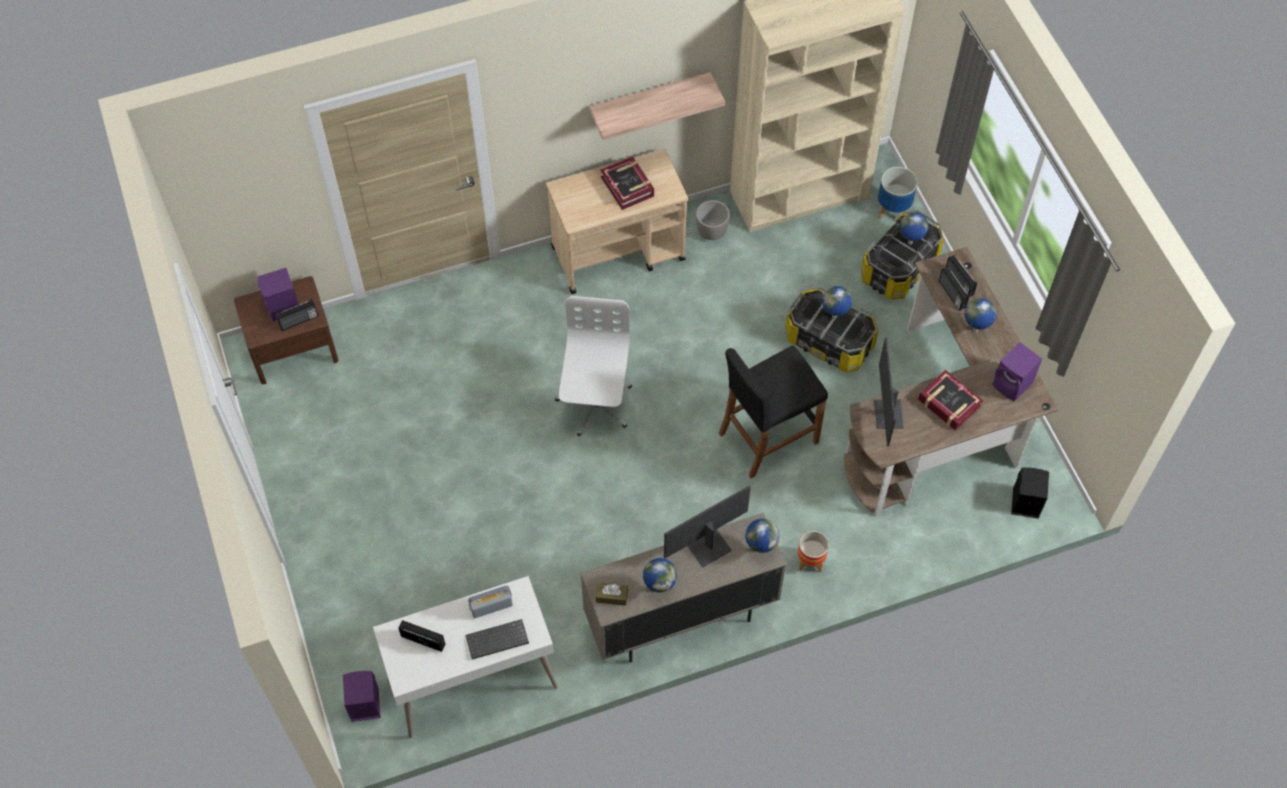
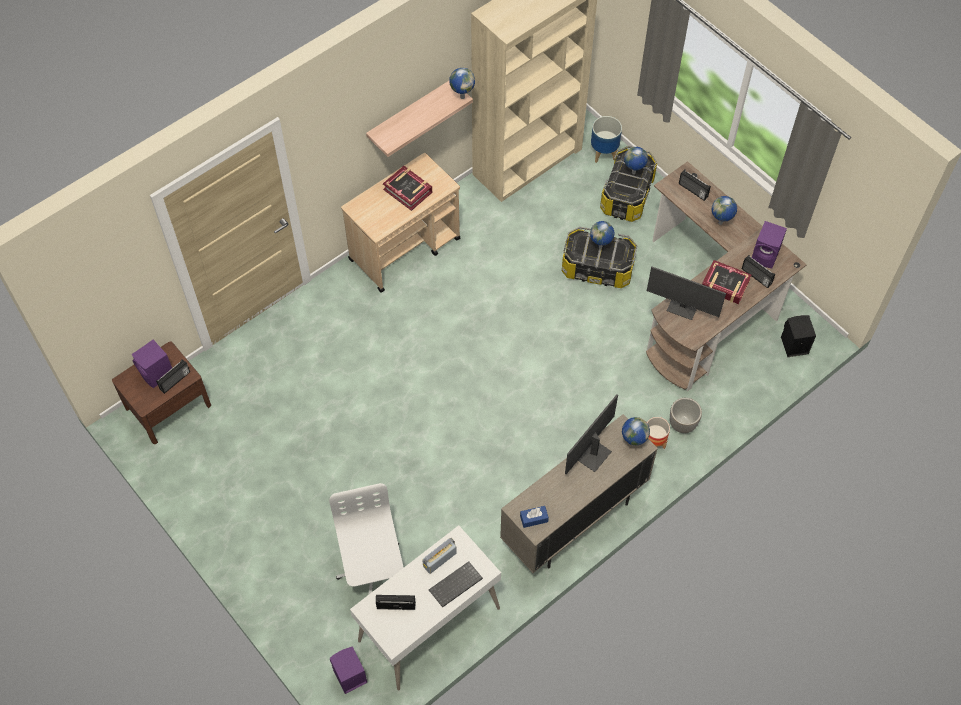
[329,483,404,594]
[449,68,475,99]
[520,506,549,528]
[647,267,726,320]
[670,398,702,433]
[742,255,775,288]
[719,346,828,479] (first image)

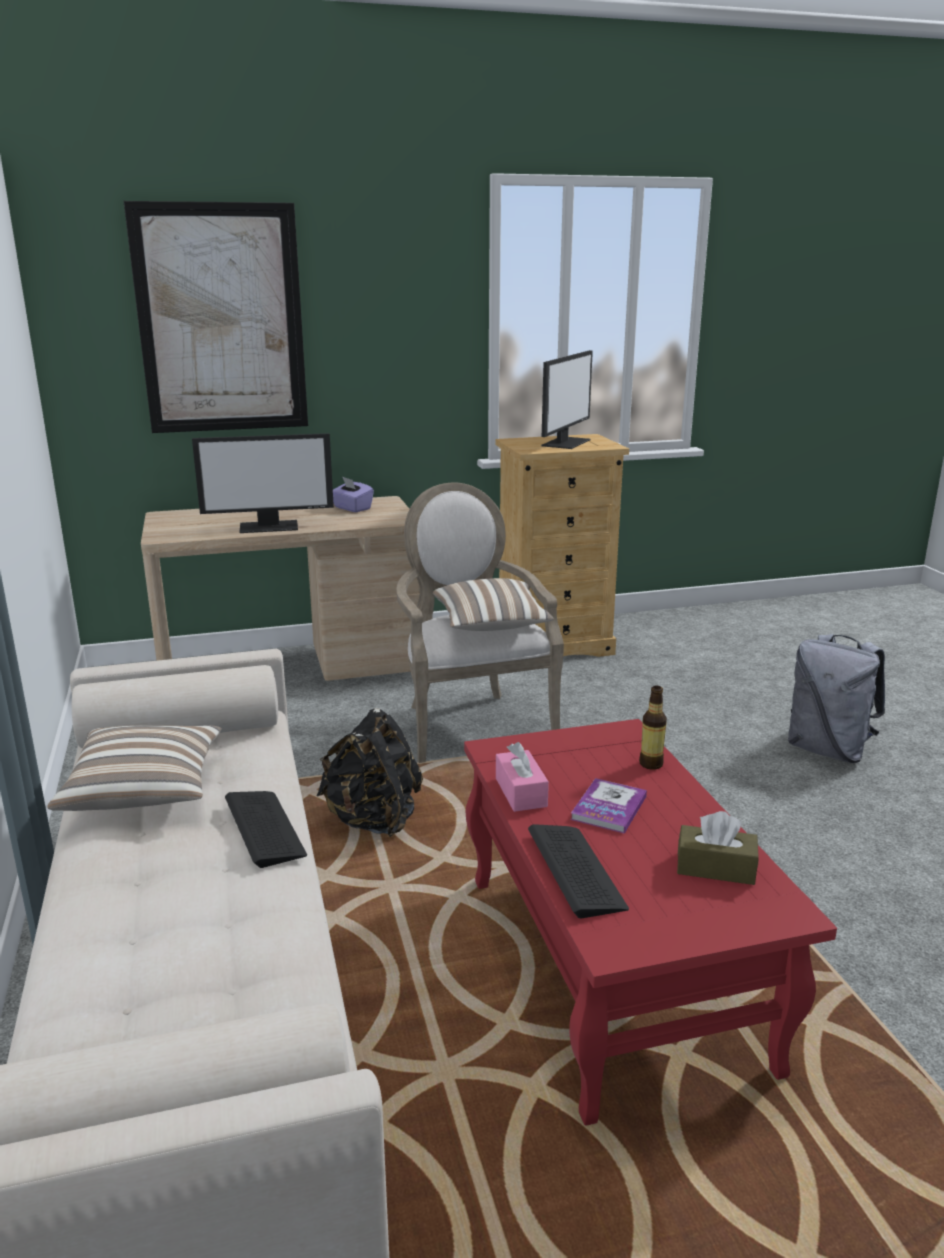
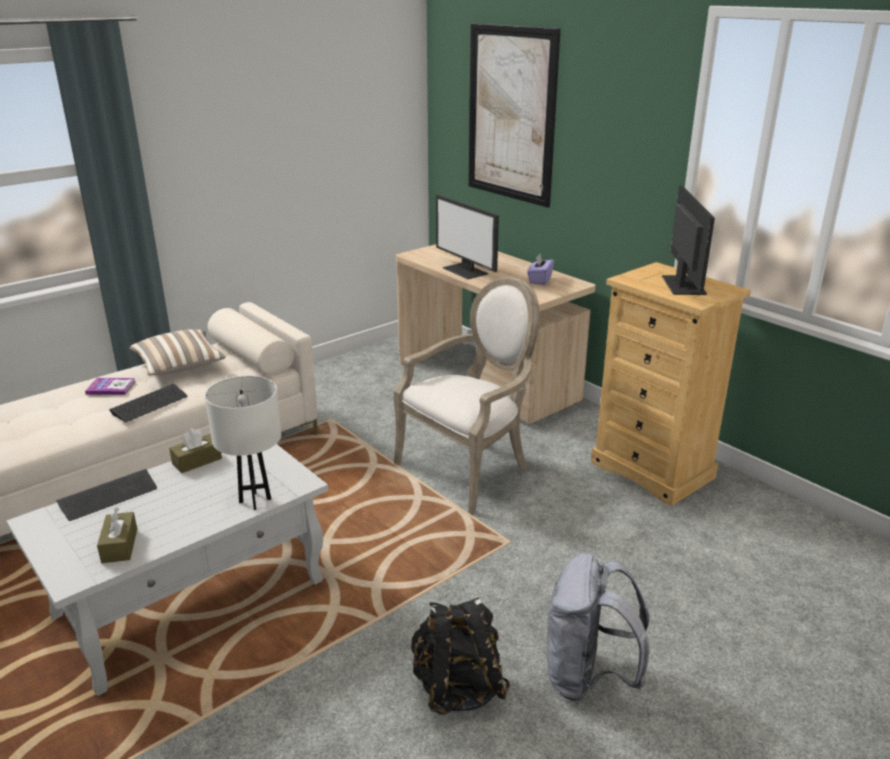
[7,444,328,696]
[85,378,136,395]
[169,428,222,473]
[205,376,281,510]
[411,597,510,714]
[662,186,715,295]
[433,578,554,631] (first image)

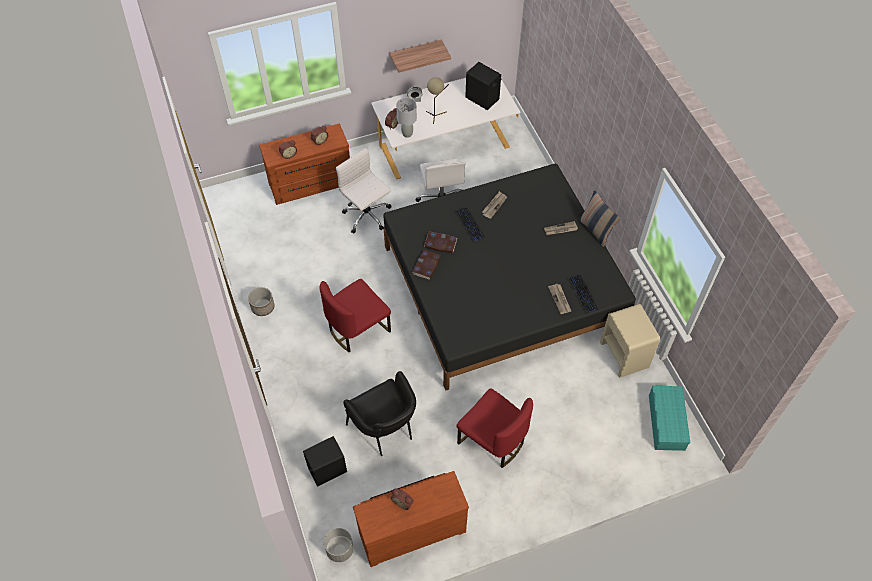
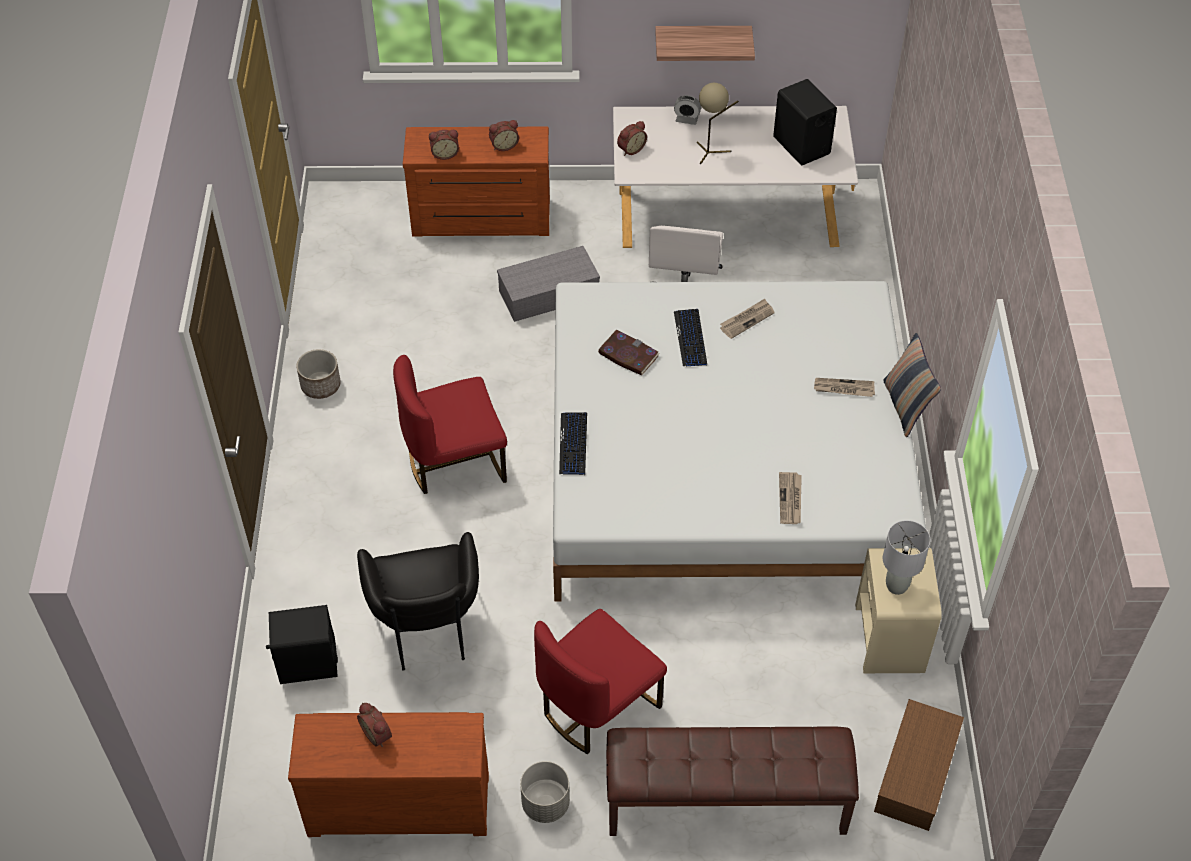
[497,246,600,322]
[520,761,570,823]
[534,609,667,754]
[553,281,926,602]
[559,412,587,475]
[606,726,859,836]
[874,699,964,831]
[883,520,930,595]
[413,250,441,280] (first image)

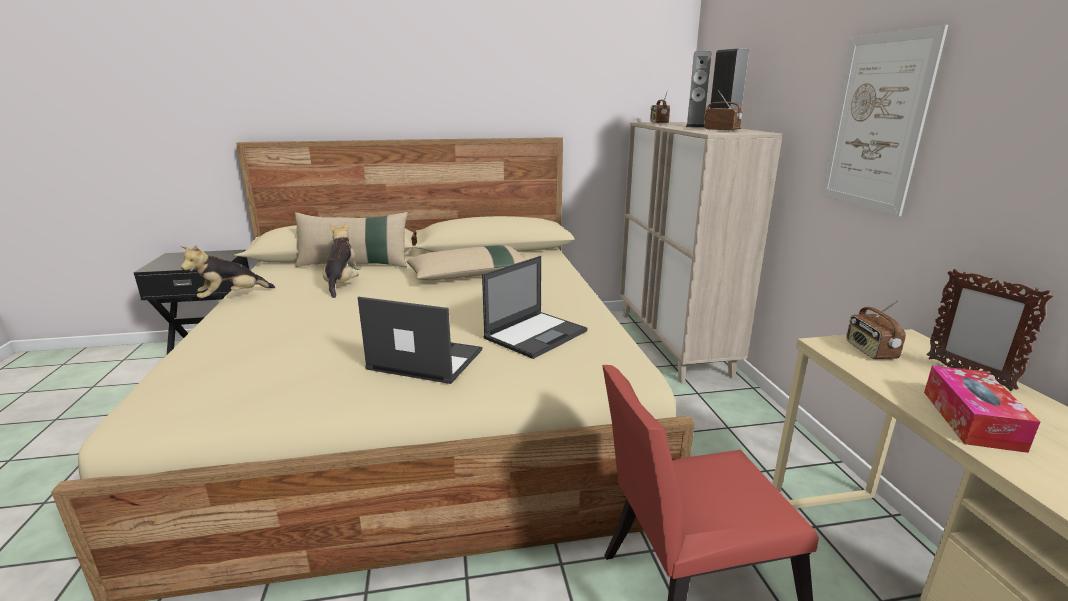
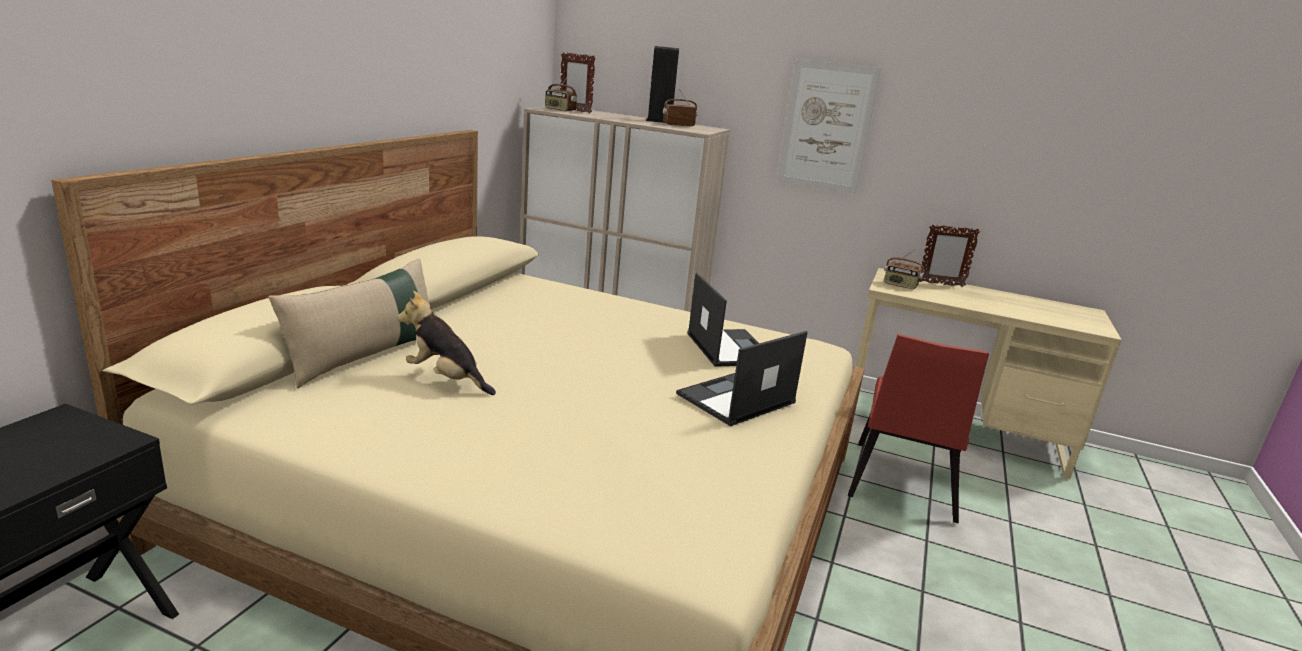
[560,52,596,114]
[181,245,275,298] (first image)
[406,245,527,280] (first image)
[686,51,711,128] (first image)
[924,366,1040,453] (first image)

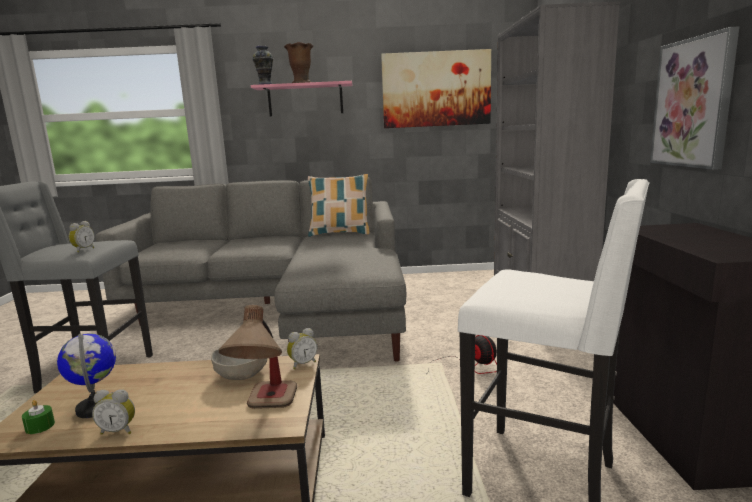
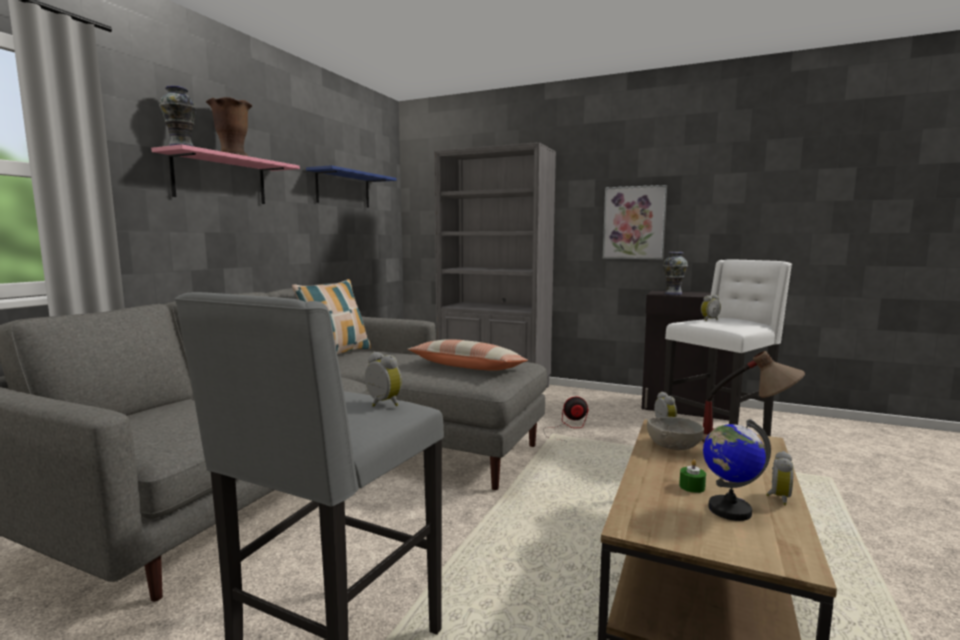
[306,165,397,208]
[408,339,528,371]
[663,252,688,295]
[679,460,706,493]
[701,295,721,321]

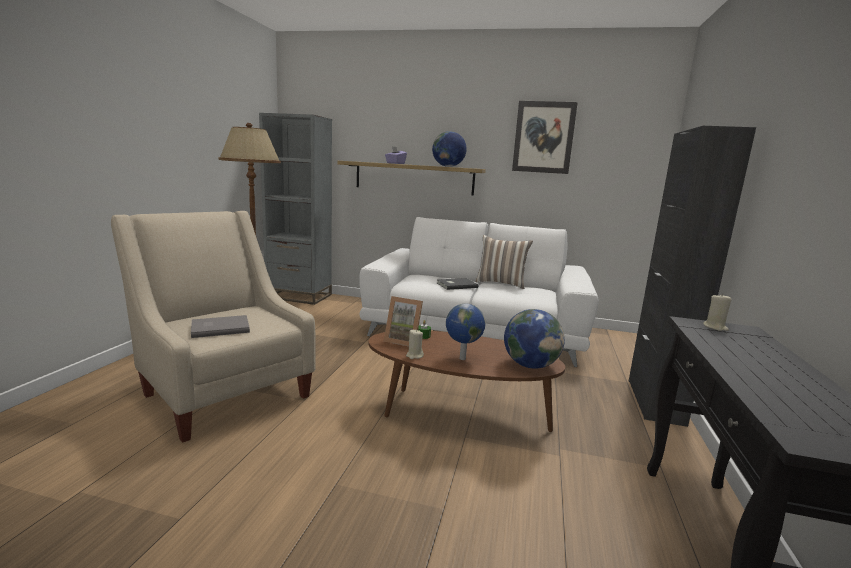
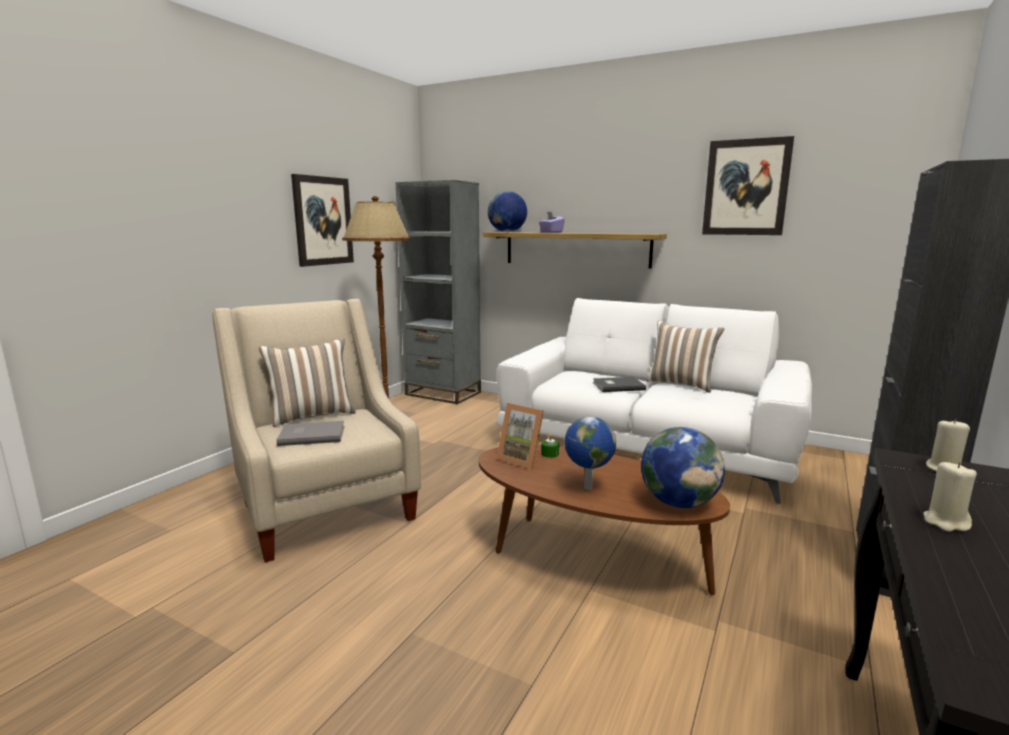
[259,338,356,427]
[291,174,354,267]
[488,191,527,232]
[923,462,977,532]

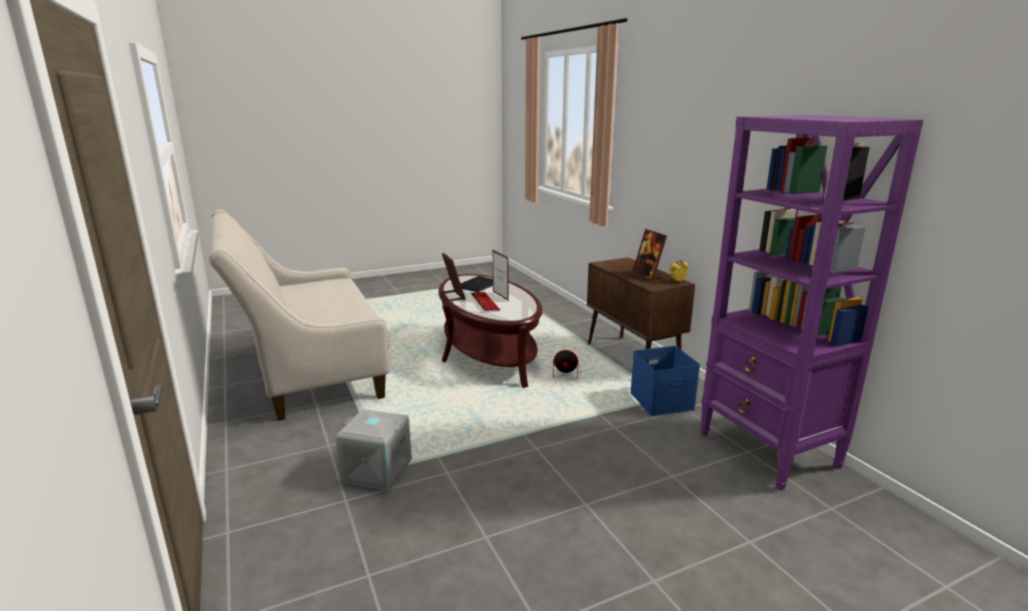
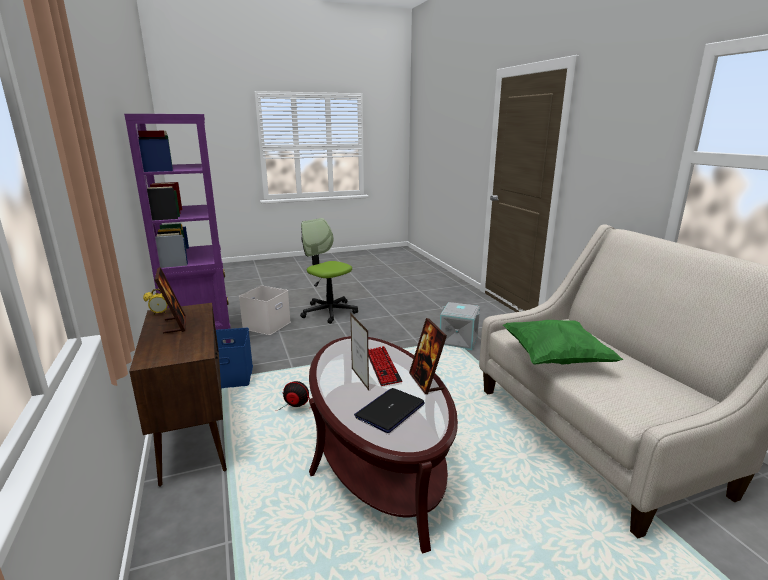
[239,286,291,335]
[300,218,358,324]
[503,320,623,365]

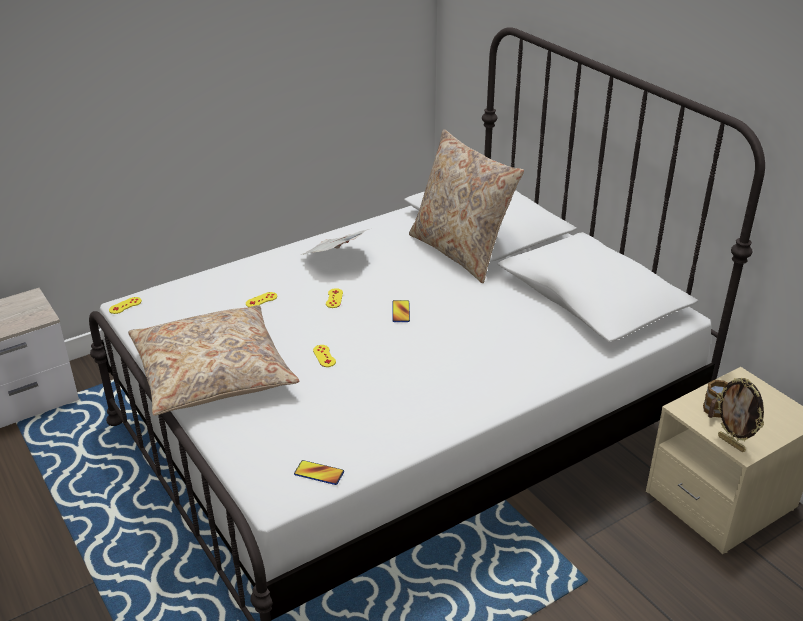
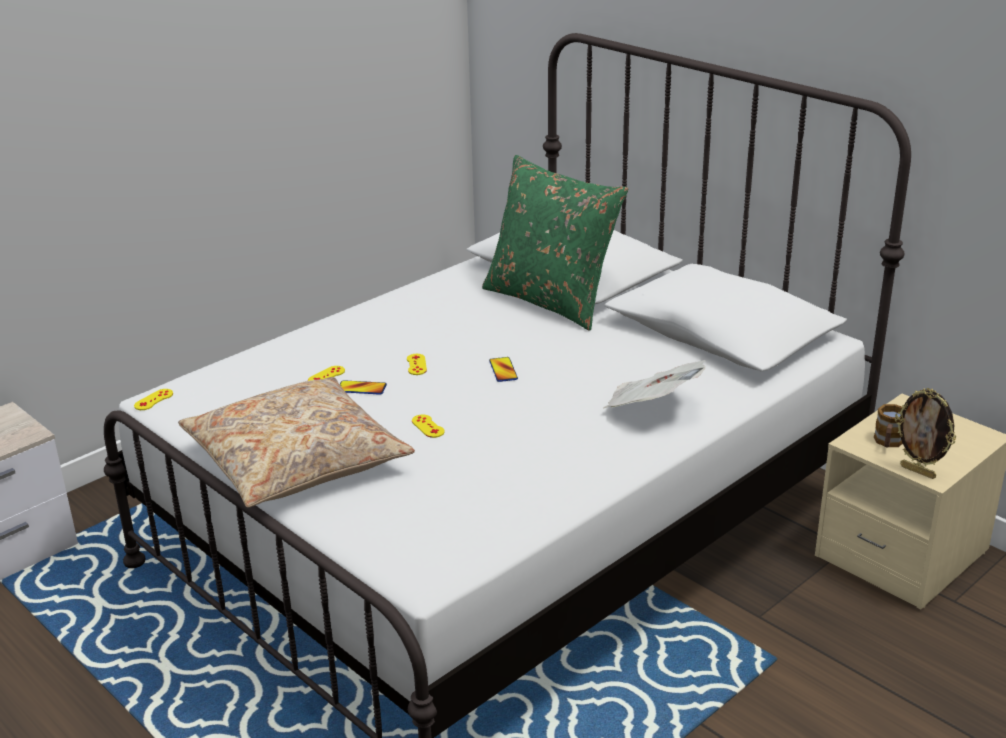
[340,380,387,395]
[482,155,628,331]
[604,360,706,408]

